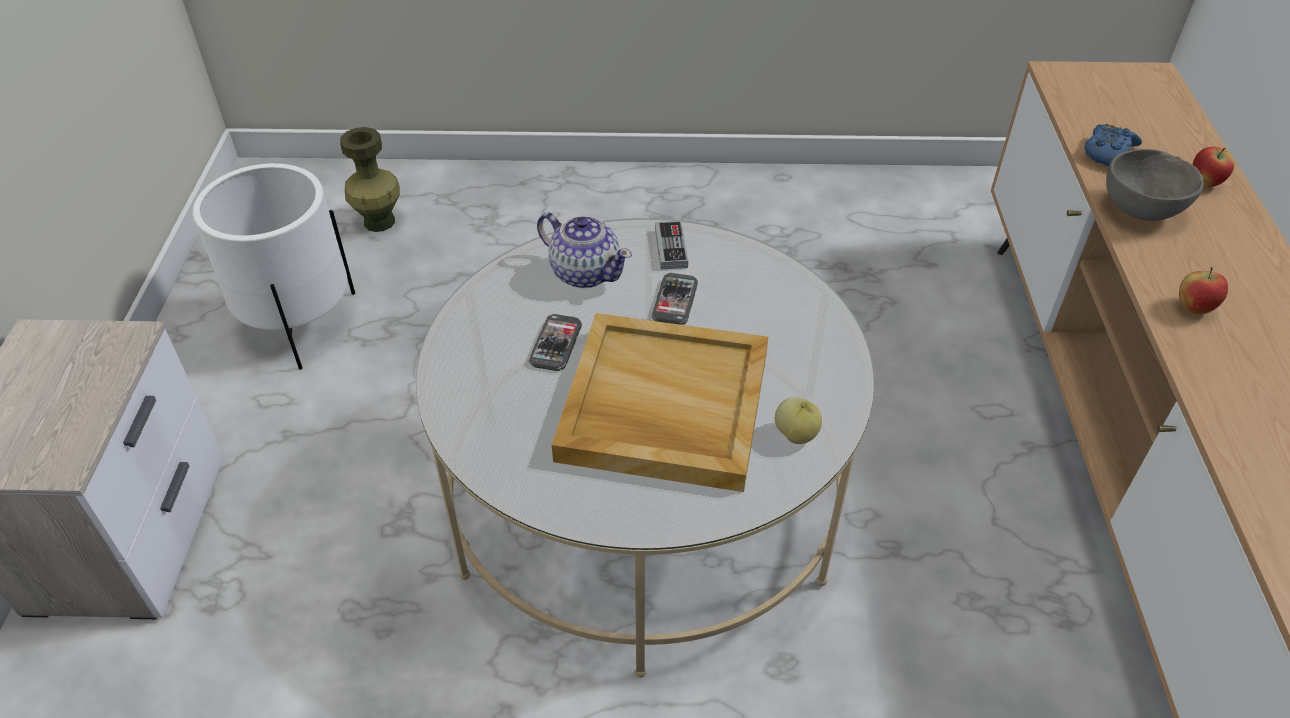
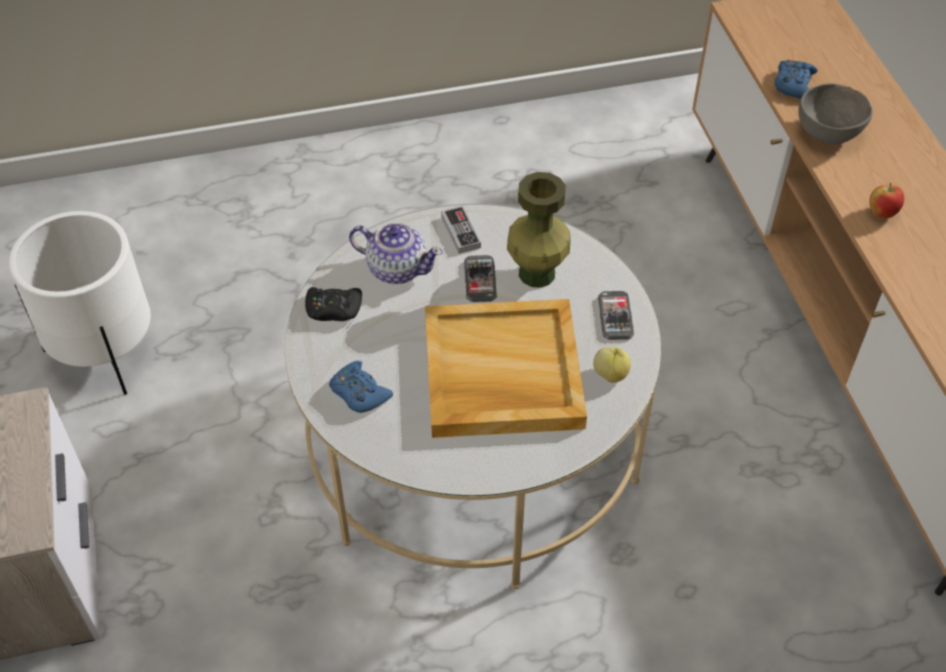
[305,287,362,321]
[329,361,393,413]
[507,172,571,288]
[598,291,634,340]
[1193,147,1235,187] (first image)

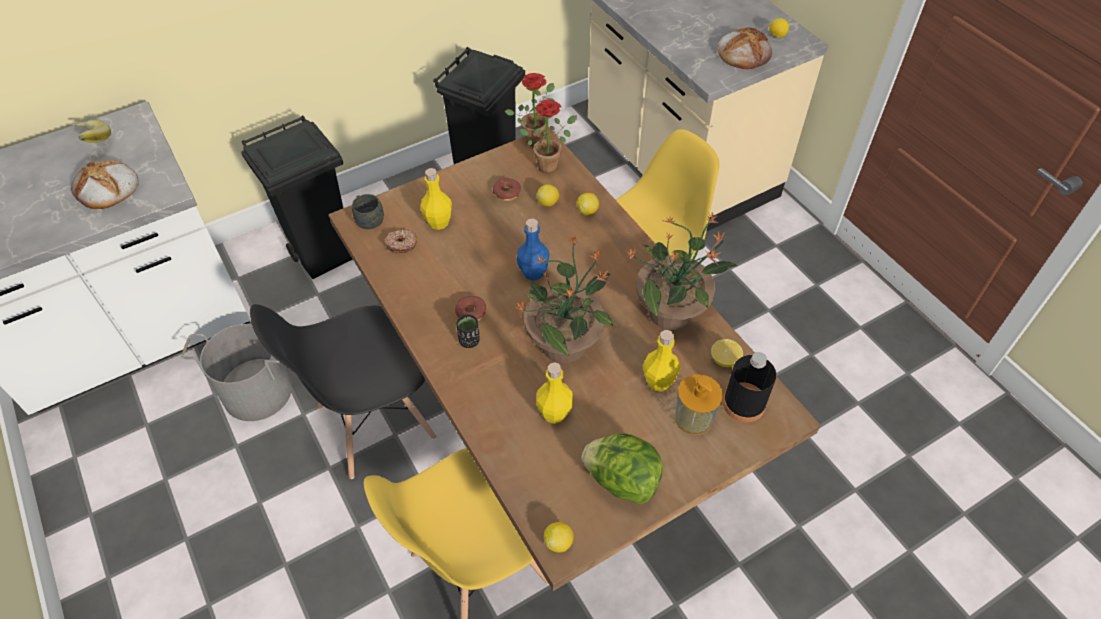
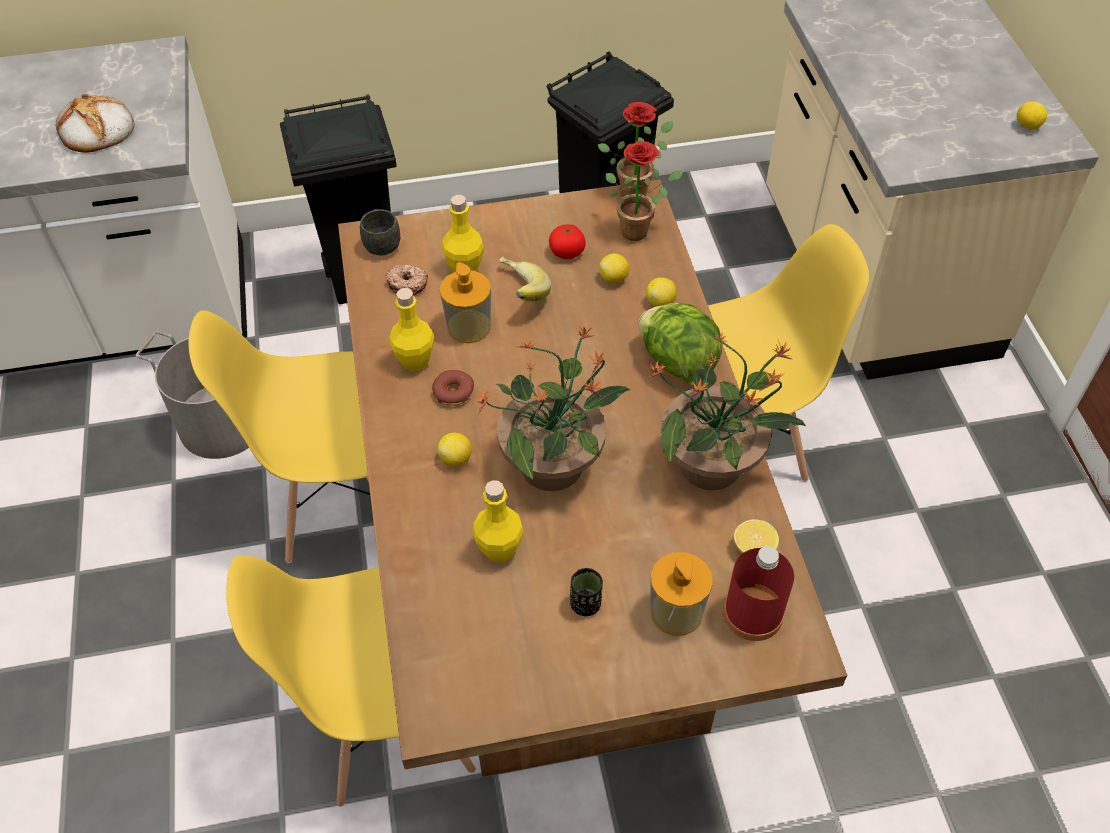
[188,310,370,563]
[389,288,434,372]
[437,433,472,467]
[440,262,491,343]
[499,257,551,303]
[549,224,586,259]
[570,568,603,616]
[638,303,722,383]
[723,546,794,641]
[517,218,549,281] (first image)
[717,27,772,69] (first image)

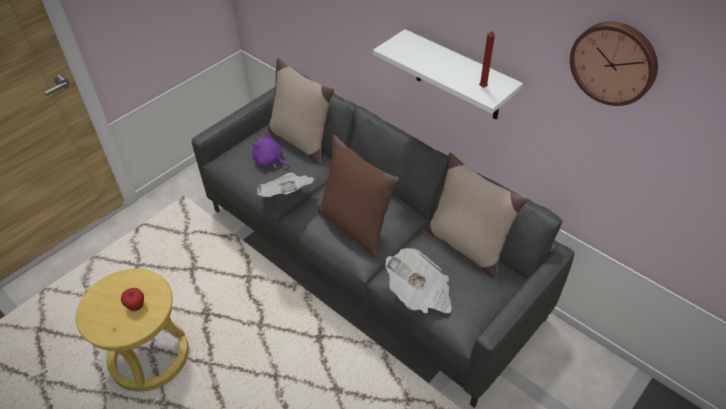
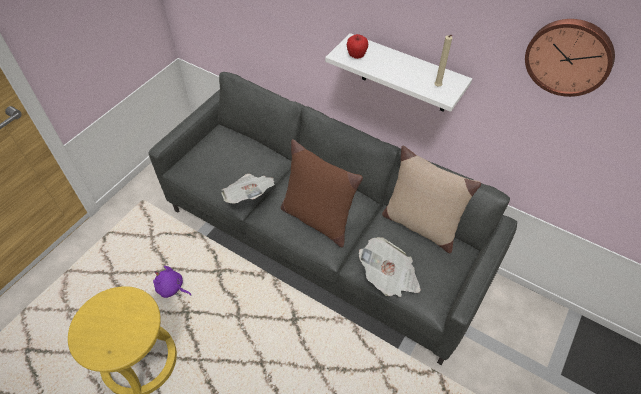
[153,266,191,298]
[347,34,368,59]
[434,35,452,87]
[268,58,334,164] (first image)

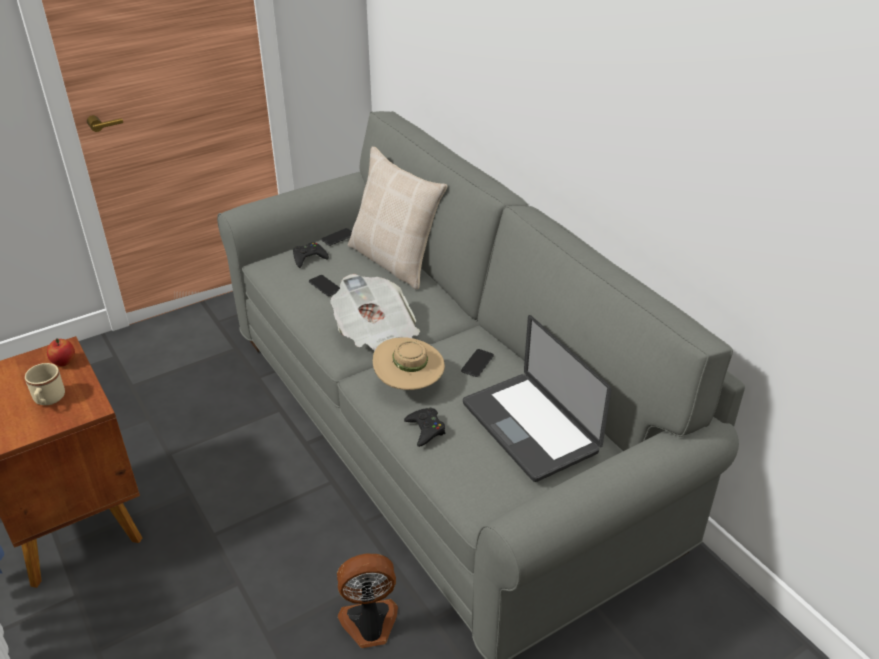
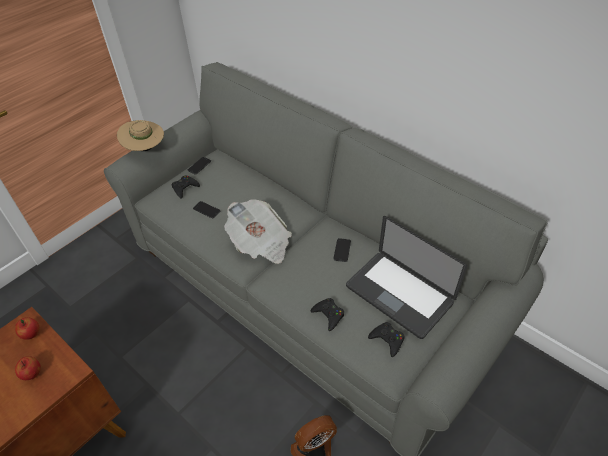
[15,356,41,380]
[117,120,164,151]
[368,322,404,357]
[348,147,447,290] (first image)

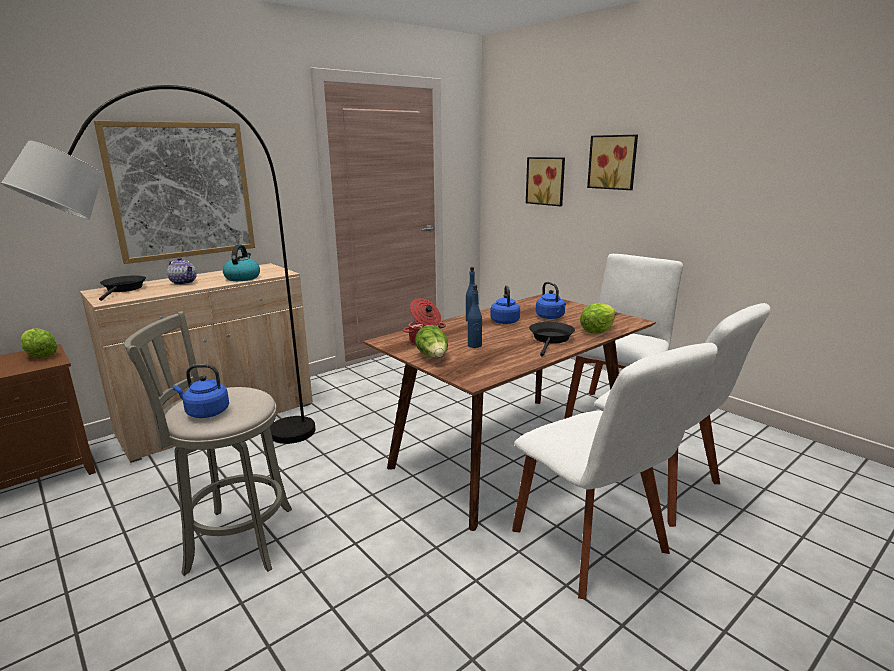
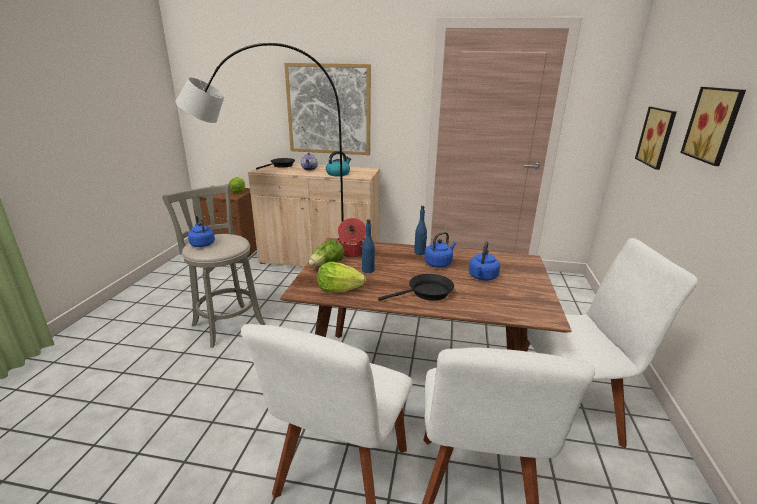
[317,262,366,292]

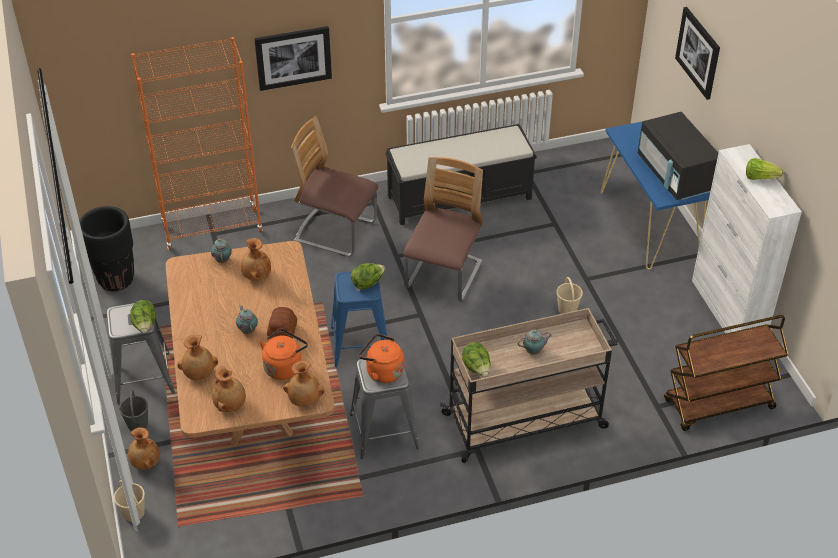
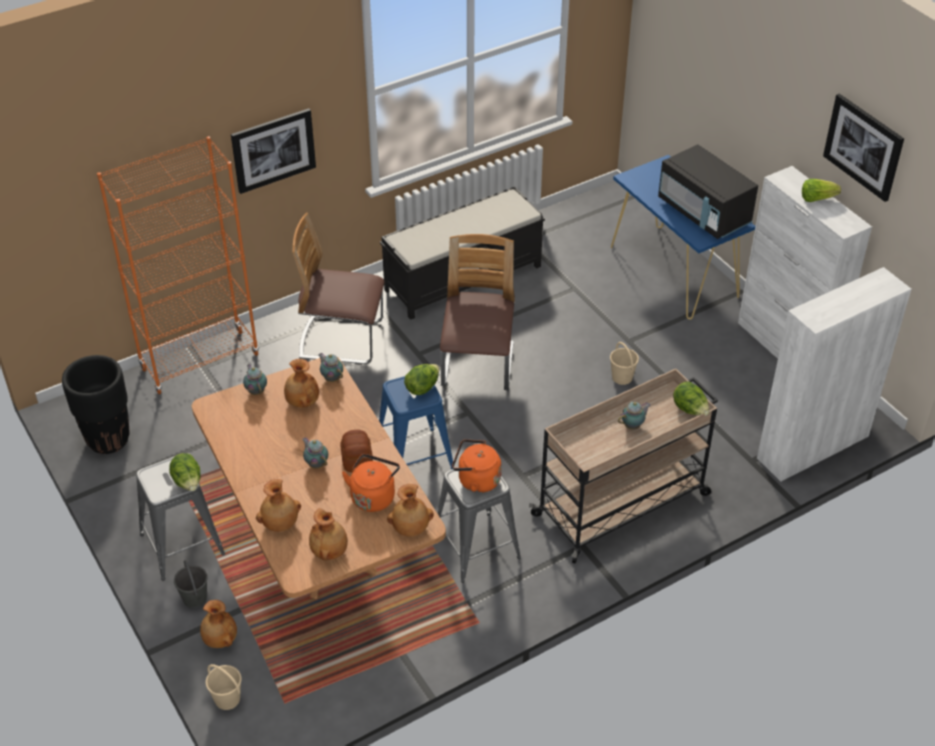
[318,353,343,382]
[673,382,709,416]
[757,267,911,482]
[823,94,904,202]

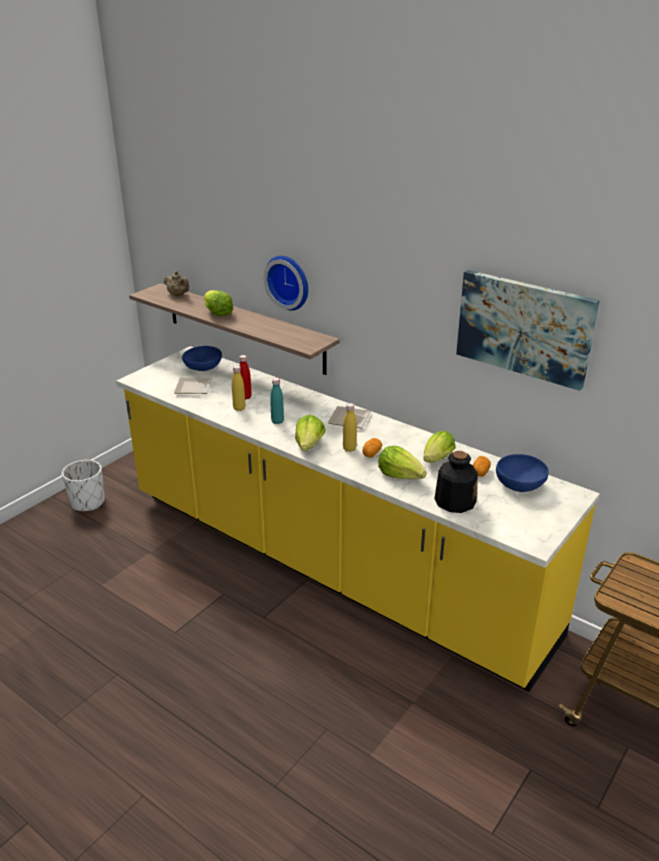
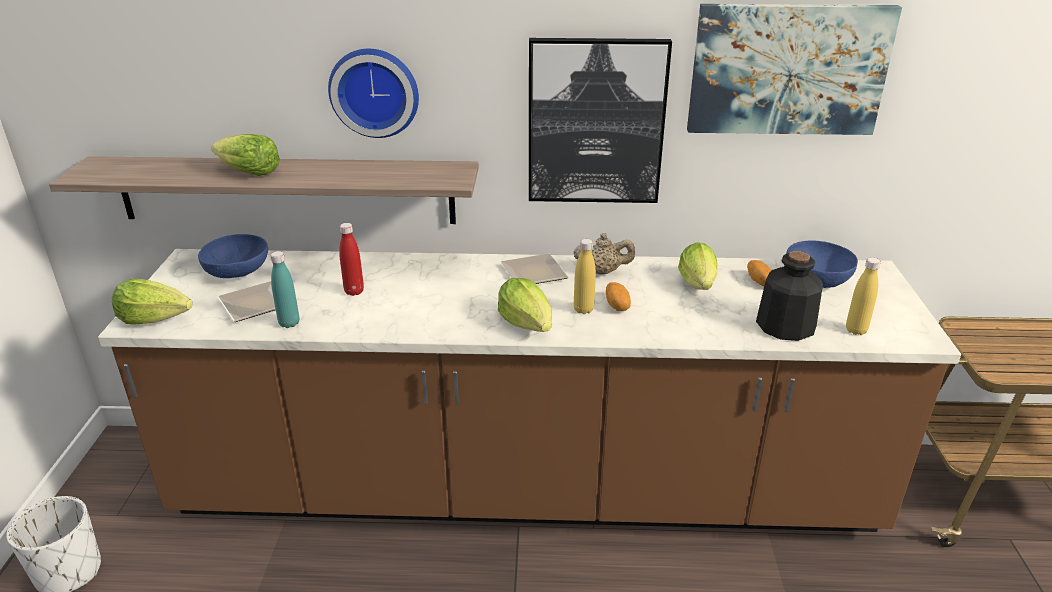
[98,249,961,532]
[112,279,193,325]
[270,251,300,328]
[529,38,672,203]
[573,233,635,274]
[846,257,881,335]

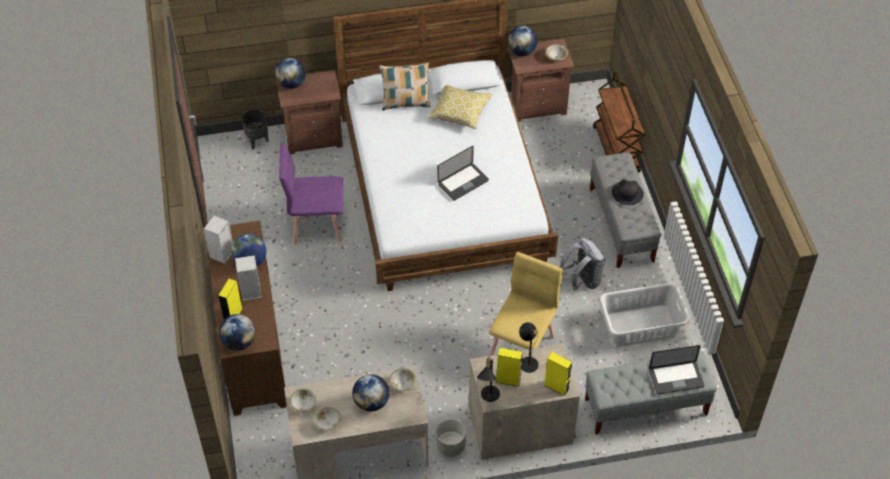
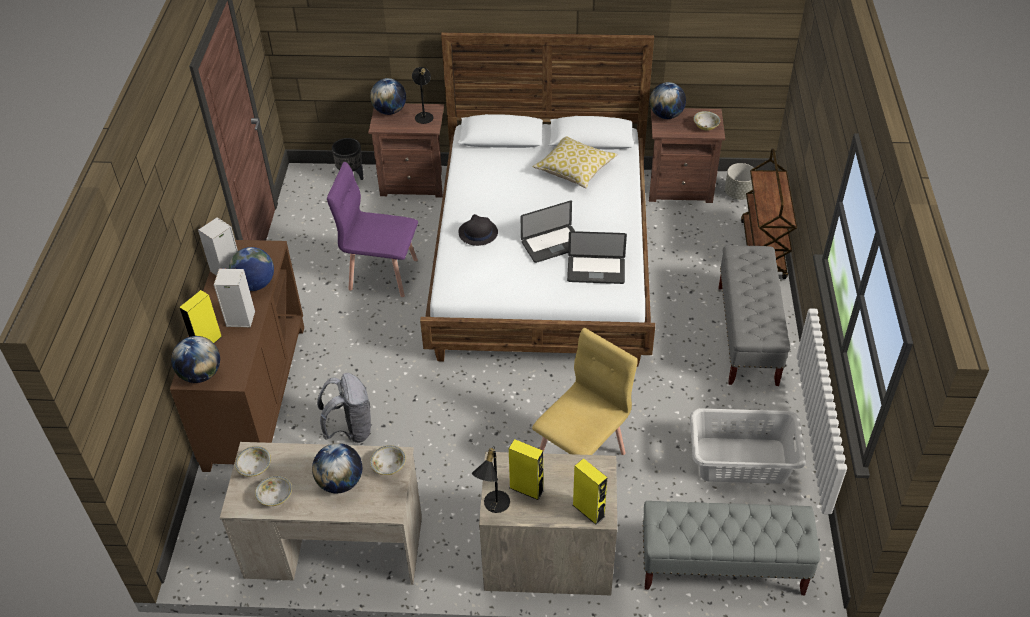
[317,373,372,443]
[412,67,433,124]
[458,214,498,246]
[567,231,627,284]
[725,163,754,200]
[379,63,430,111] (first image)

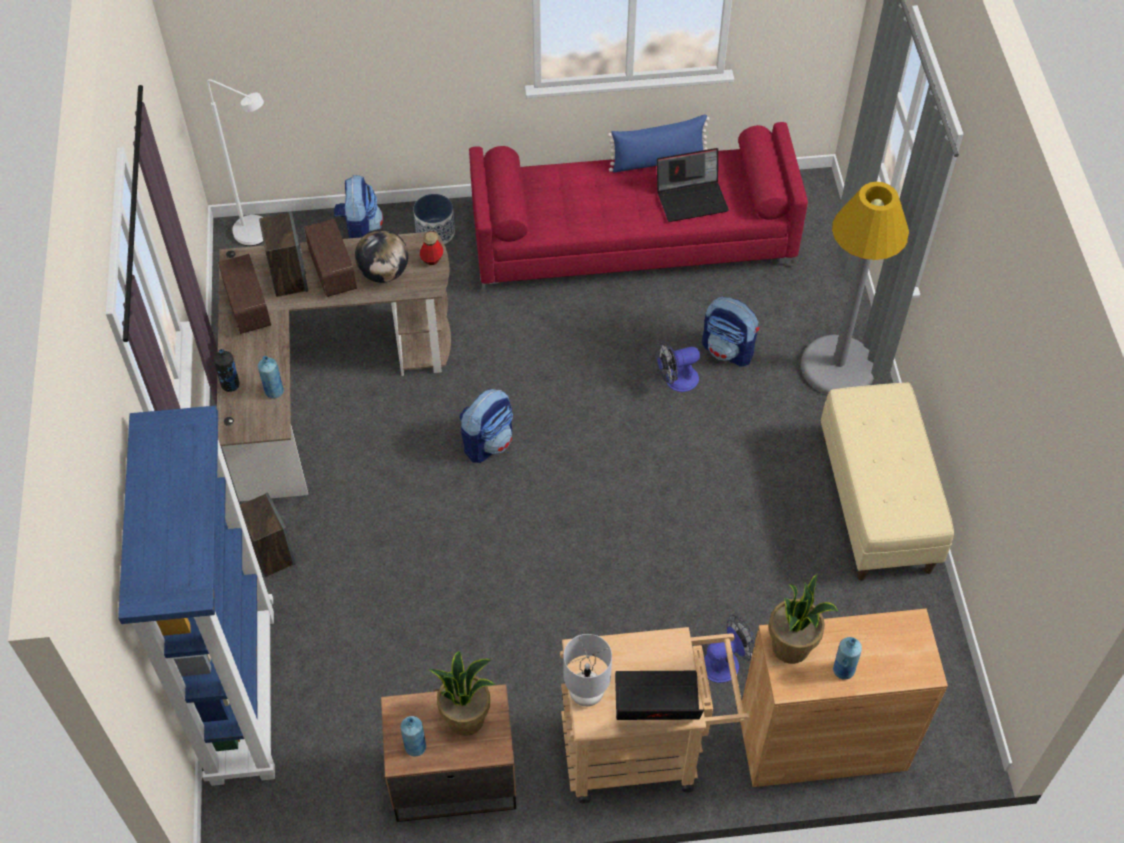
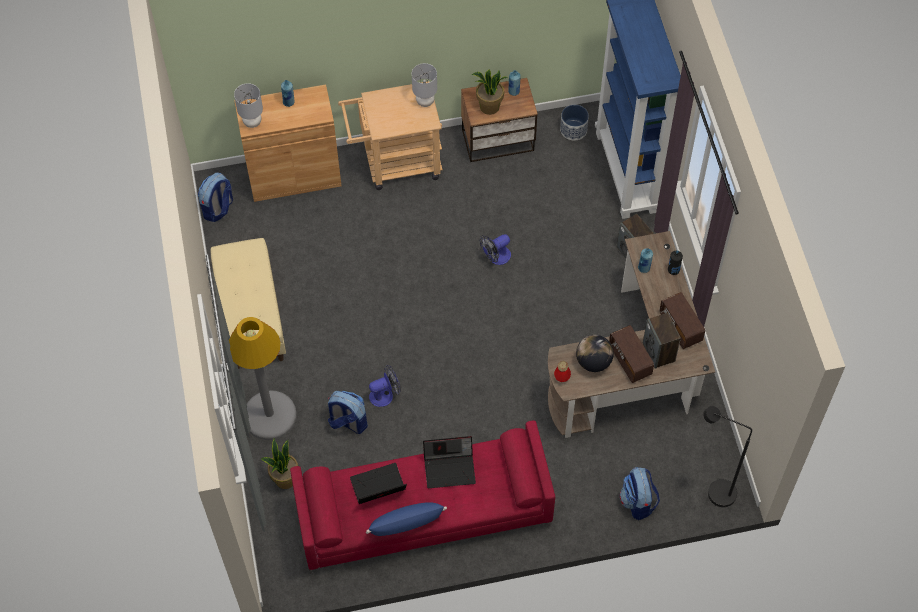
[198,173,233,222]
[234,83,263,128]
[261,438,298,489]
[423,436,476,488]
[480,234,511,265]
[560,105,589,140]
[703,406,752,507]

